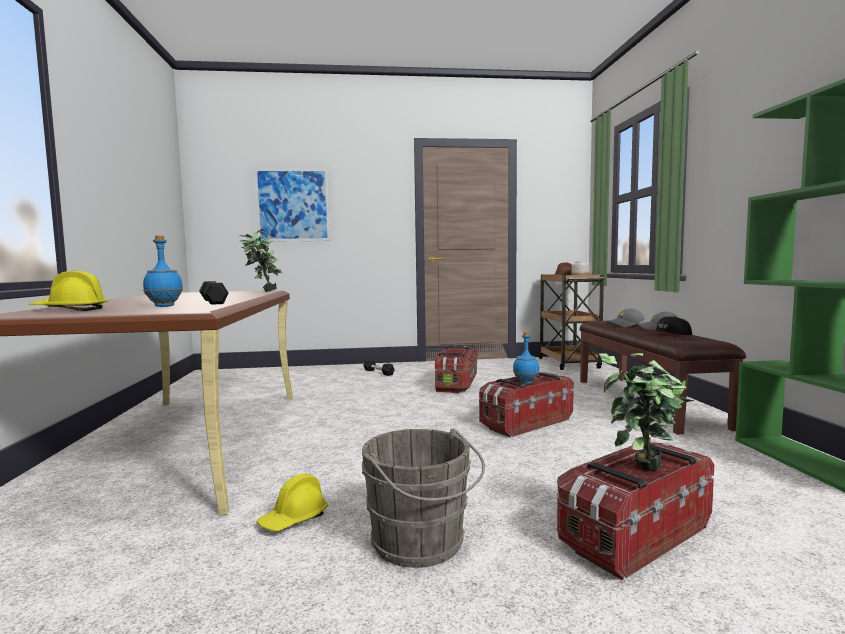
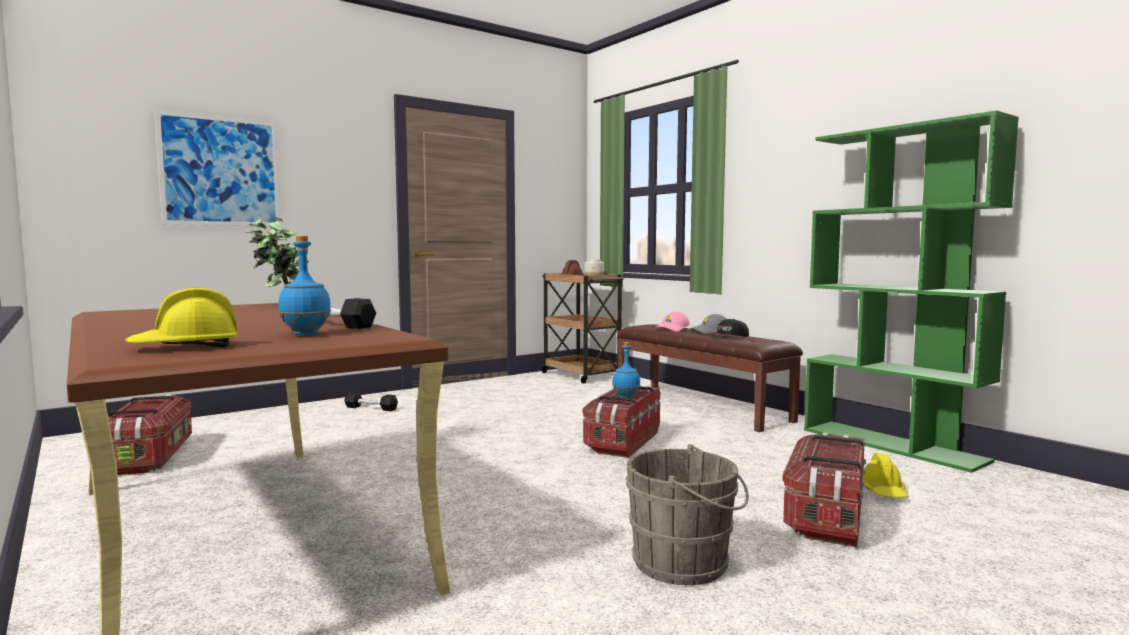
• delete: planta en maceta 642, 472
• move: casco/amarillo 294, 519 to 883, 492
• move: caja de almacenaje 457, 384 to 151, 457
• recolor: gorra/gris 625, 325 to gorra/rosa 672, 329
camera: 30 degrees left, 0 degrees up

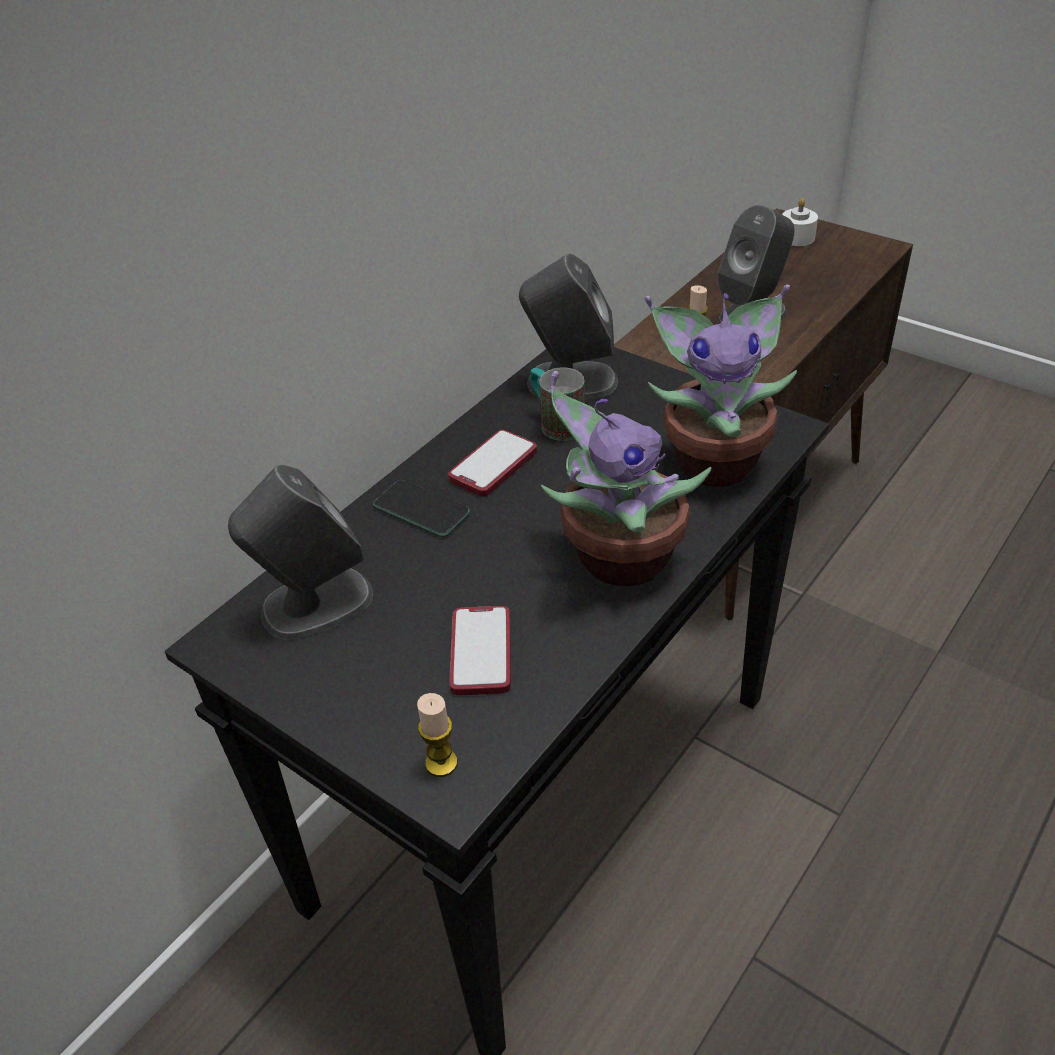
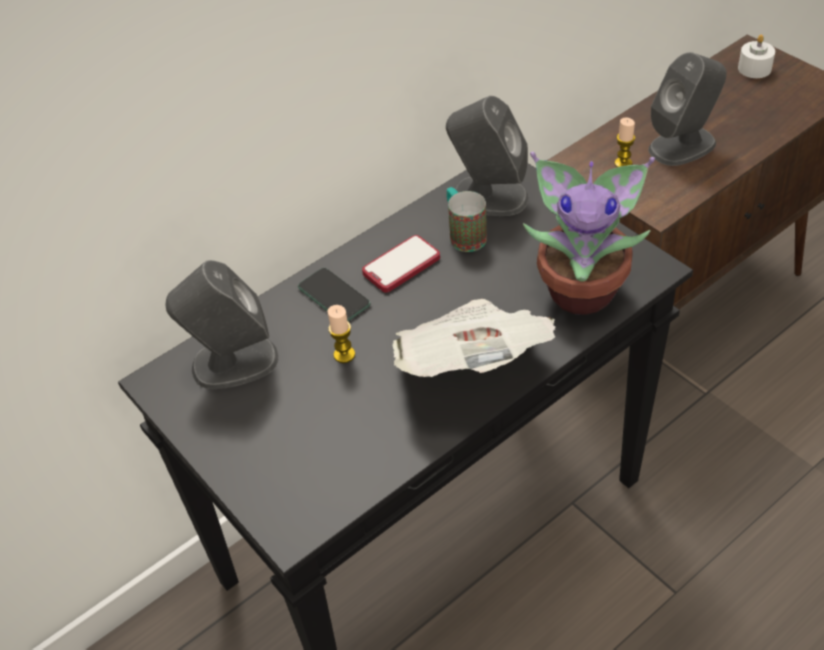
• delete: móvil 481, 652
• move: vela 441, 763 to 344, 355
• replace: planta en maceta 617, 559 to periódico 472, 365
camera: 15 degrees right, 5 degrees up

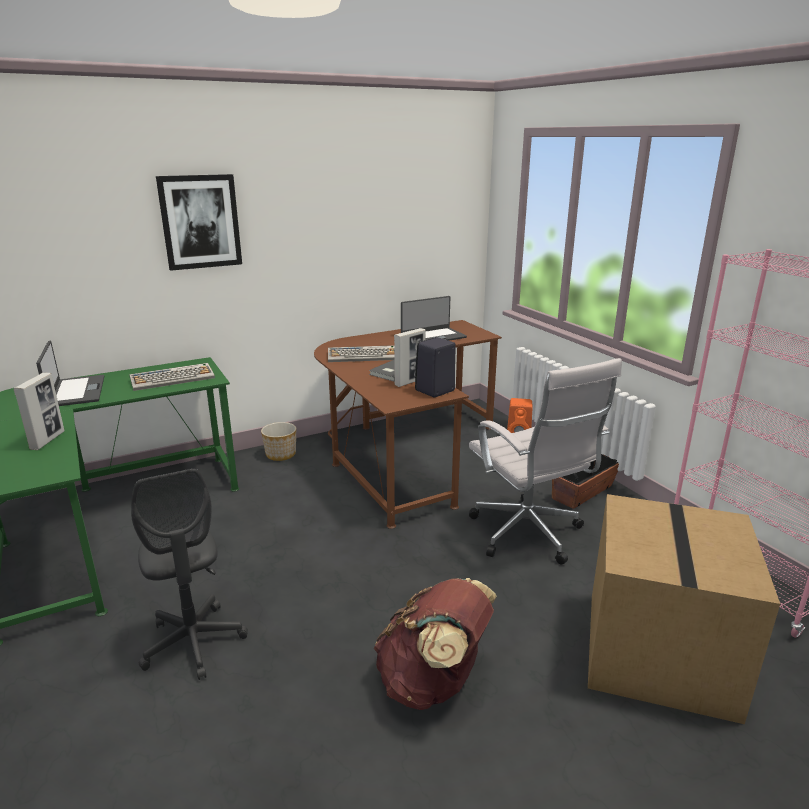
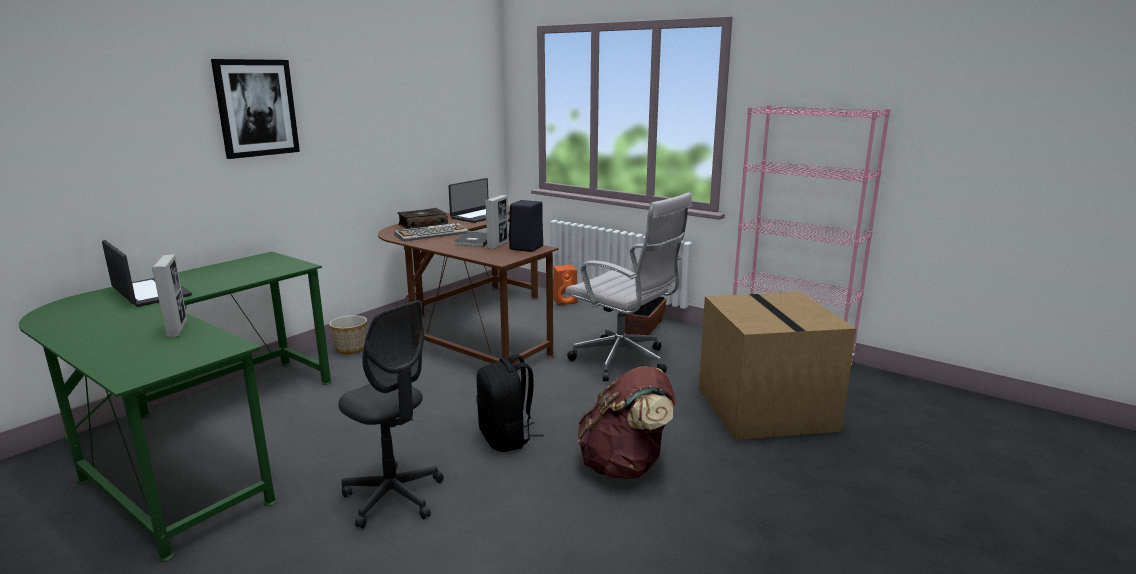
• delete: teclado 173, 378
• insert: libro 422, 224
• insert: mochila/negro 507, 438
camera: 25 degrees left, 5 degrees down

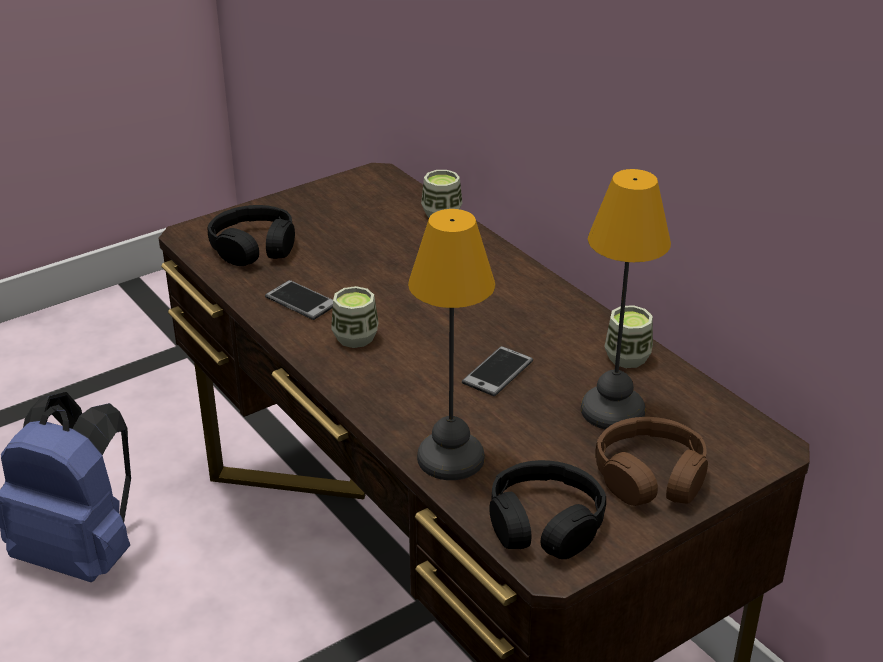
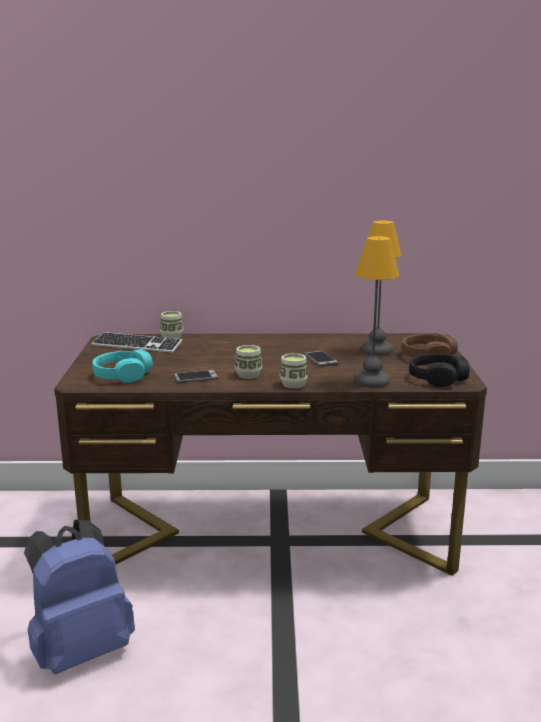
• insert: teclado 137, 345
• move: taza 627, 357 to 293, 384
• recolor: auriculares/negro 254, 247 to auriculares/turquesa 122, 375
camera: 55 degrees left, 15 degrees down

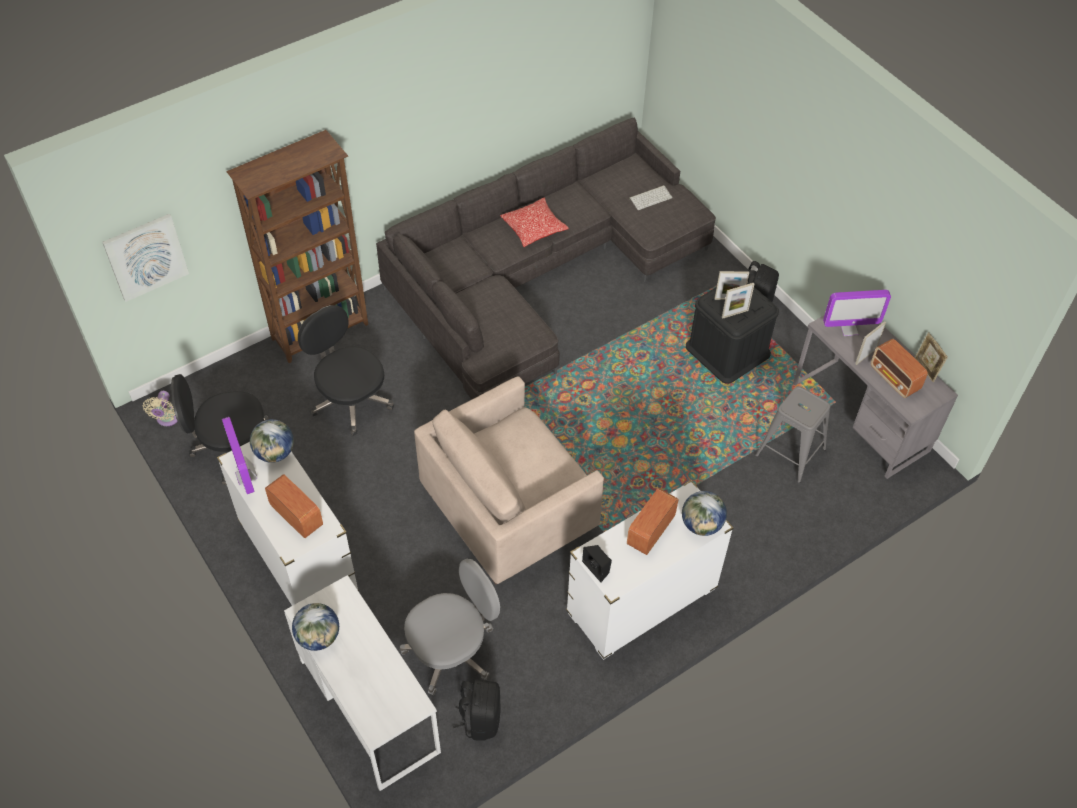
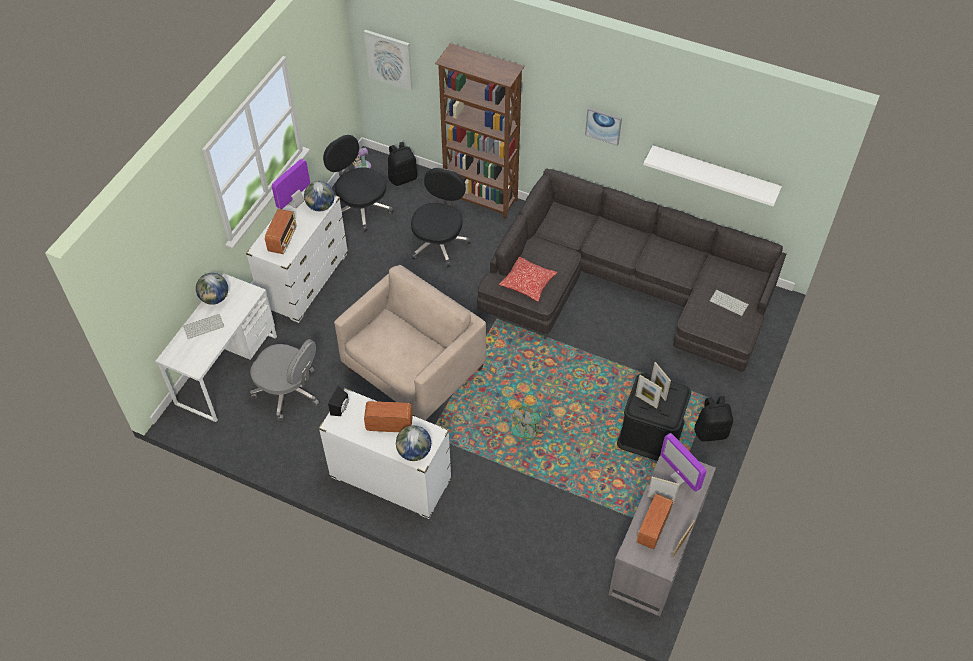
• delete: taburete/gris 790, 452
• insert: teclado 204, 326
• insert: ventilador 529, 428
• insert: cuadro 603, 126
• insert: estante/blanco 714, 174
• move: mochila/negro 480, 719 to 403, 177
• move: cojín 534, 228 to 527, 283
• rotate: sillón/beis 509, 509 = 413, 368 105 degrees clockwise
camera: 60 degrees right, 0 degrees up

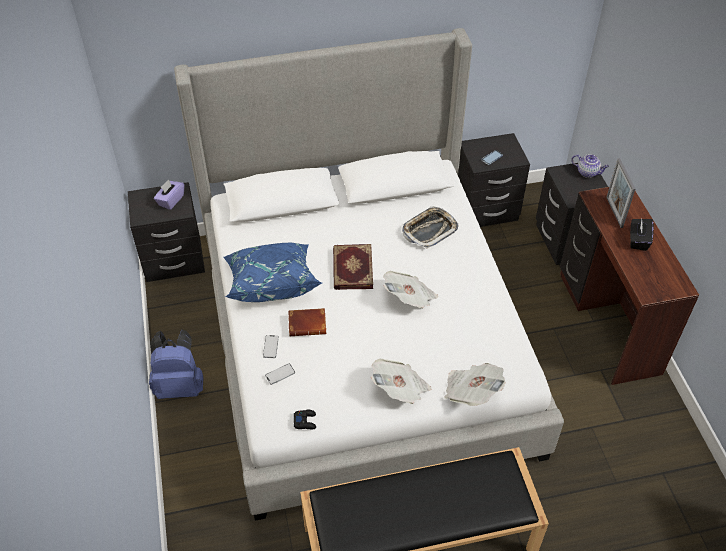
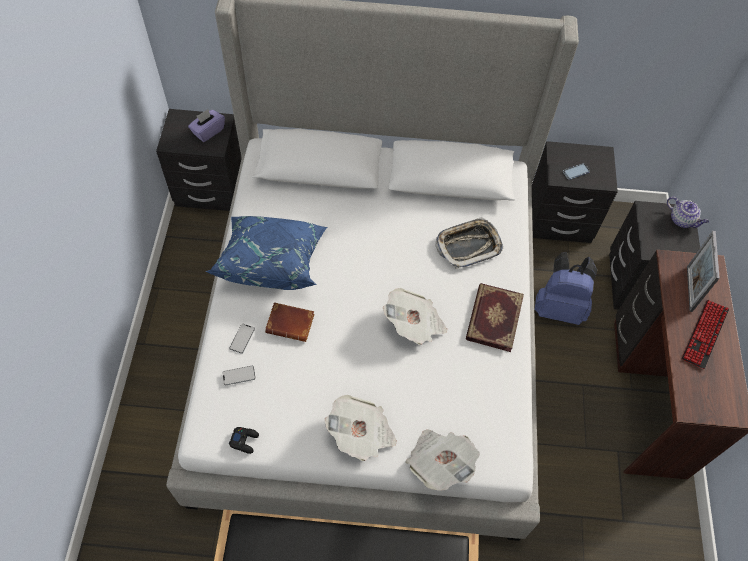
• move: mochila/azul 180, 386 to 559, 307
• move: libro 352, 268 to 493, 318
• replace: caja de pañuelos/negro 638, 240 to teclado 704, 334
camera: 15 degrees right, 10 degrees up

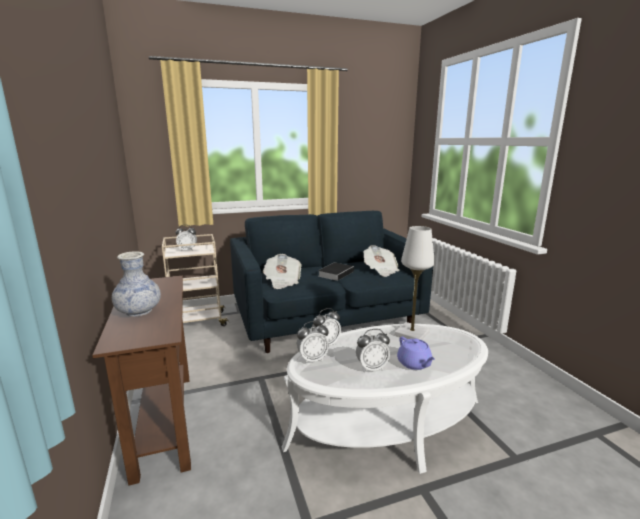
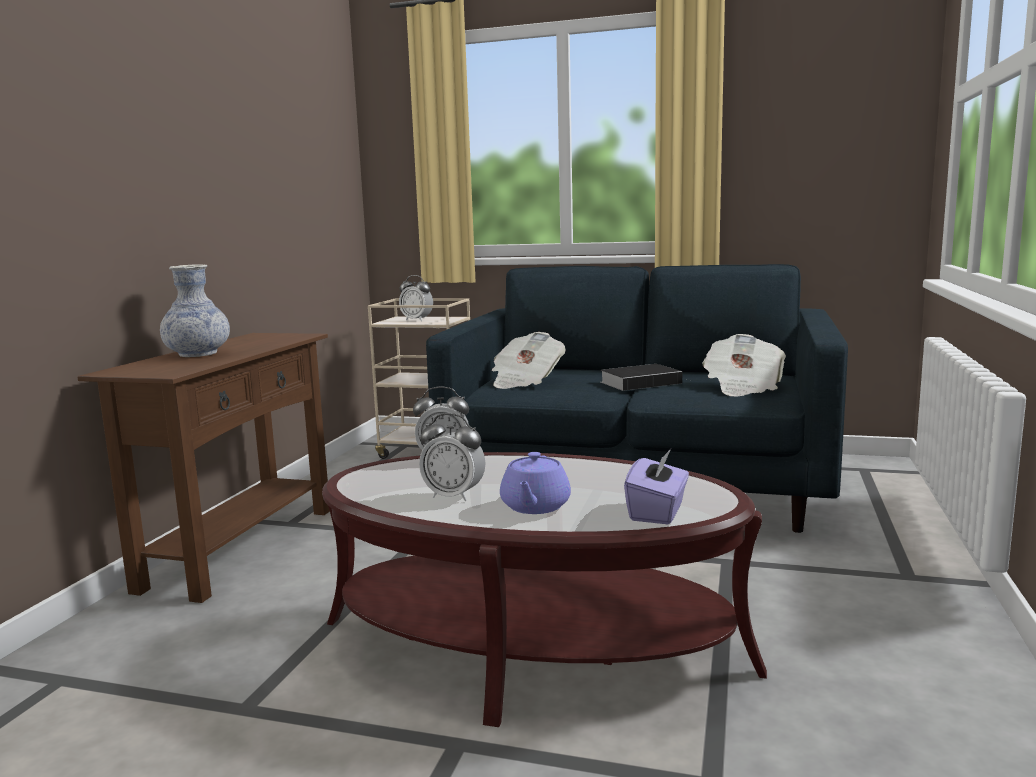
• delete: despertador 312, 359
• delete: lámpara de mesa/blanco 412, 334
• insert: caja de pañuelos/morado 657, 512
• recolor: mesa de centro/blanco 387, 423 to mesa de centro/marrón 531, 645
camera: 35 degrees right, 5 degrees down

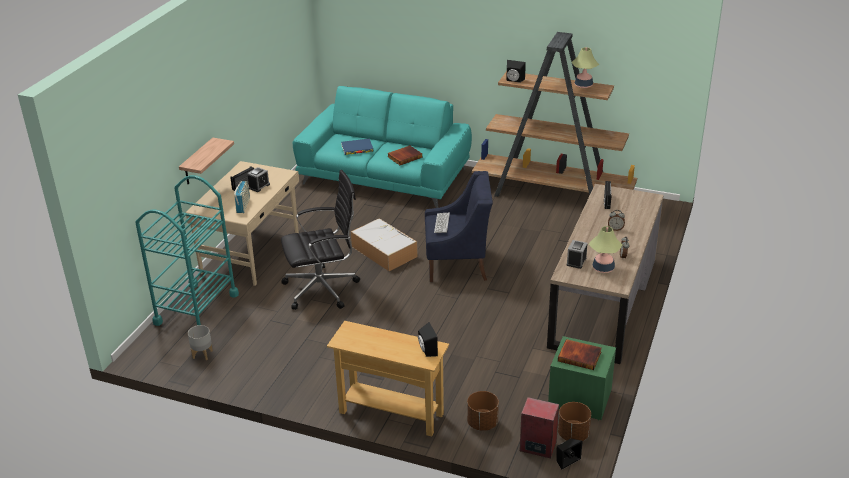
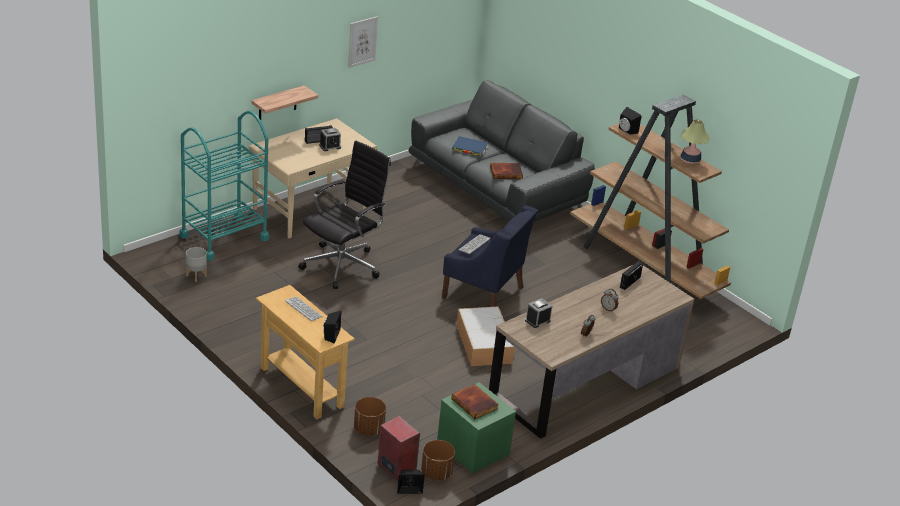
• delete: radio 243, 205
• delete: lámpara de mesa 603, 268
• insert: teclado 303, 309
• insert: cuadro 362, 41
• move: caja de almacenaje 383, 251 to 483, 343
• recolor: sofá/turquesa 384, 176 to sofá/gris 496, 188
• rotate: silla de oficina/negro 323, 289 = 343, 265 60 degrees counterclockwise
camera: 25 degrees right, 0 degrees up

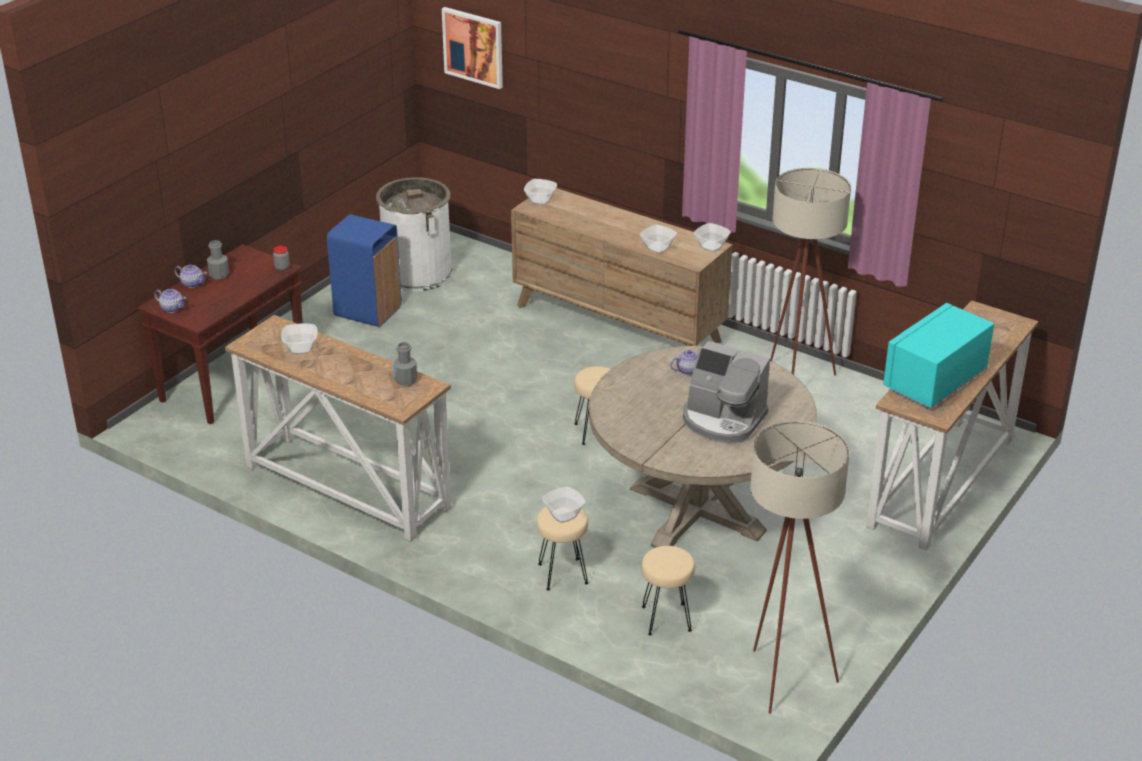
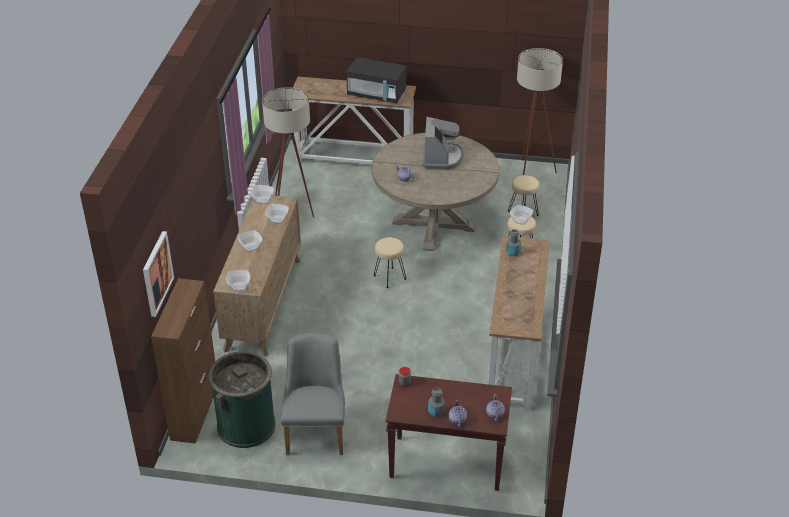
• insert: armario/marrón 195, 411
• move: cuenco 301, 349 to 251, 247
• replace: papelera/azul 368, 312 to silla/gris 316, 430
• recolor: papelera/blanco 417, 273 to papelera/verde 246, 425
• recolor: microondas/turquesa 934, 381 to microondas/negro 376, 94
camera: 115 degrees left, 5 degrees up

